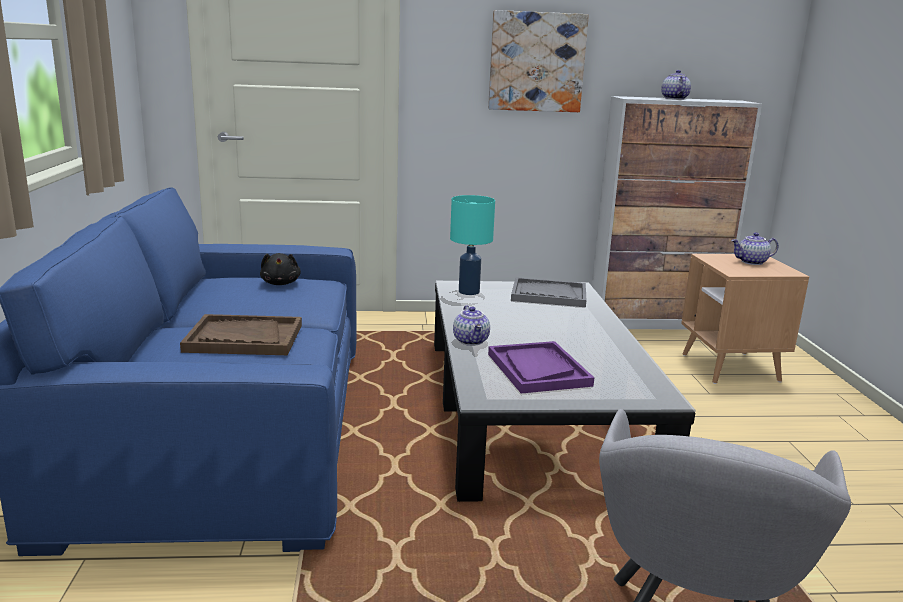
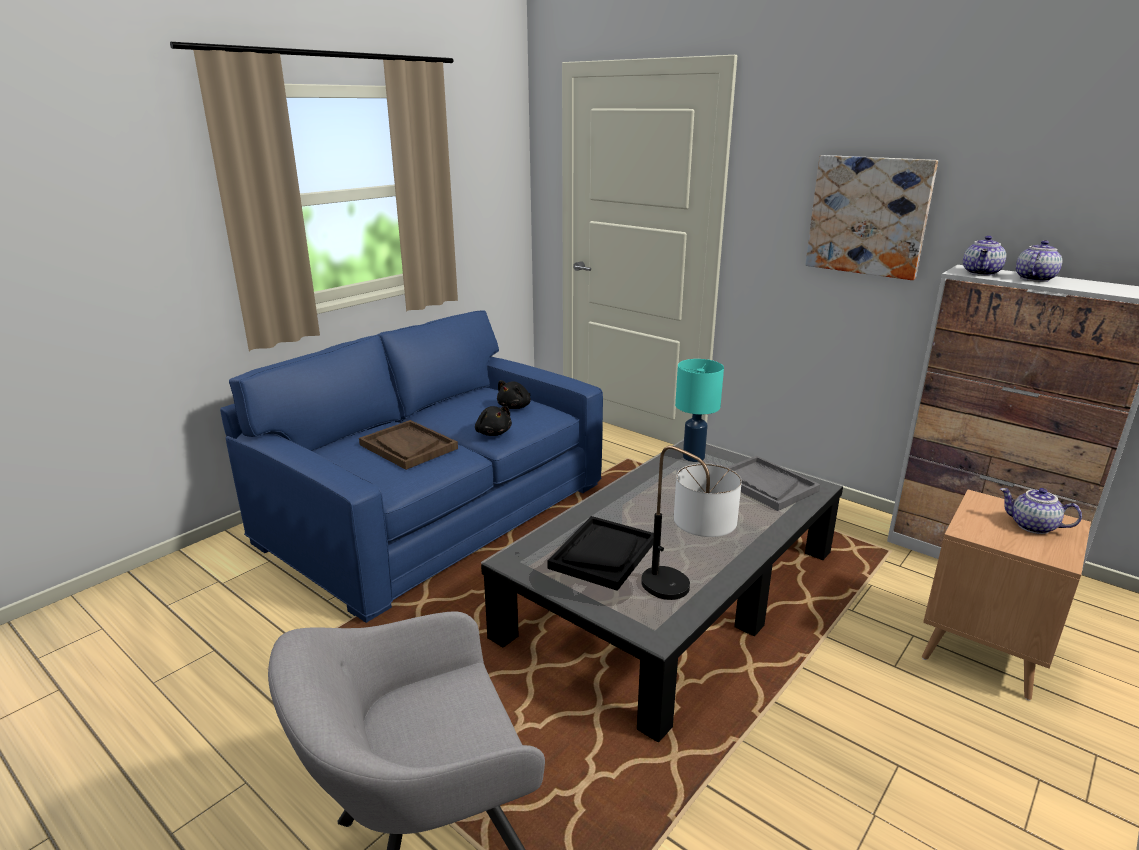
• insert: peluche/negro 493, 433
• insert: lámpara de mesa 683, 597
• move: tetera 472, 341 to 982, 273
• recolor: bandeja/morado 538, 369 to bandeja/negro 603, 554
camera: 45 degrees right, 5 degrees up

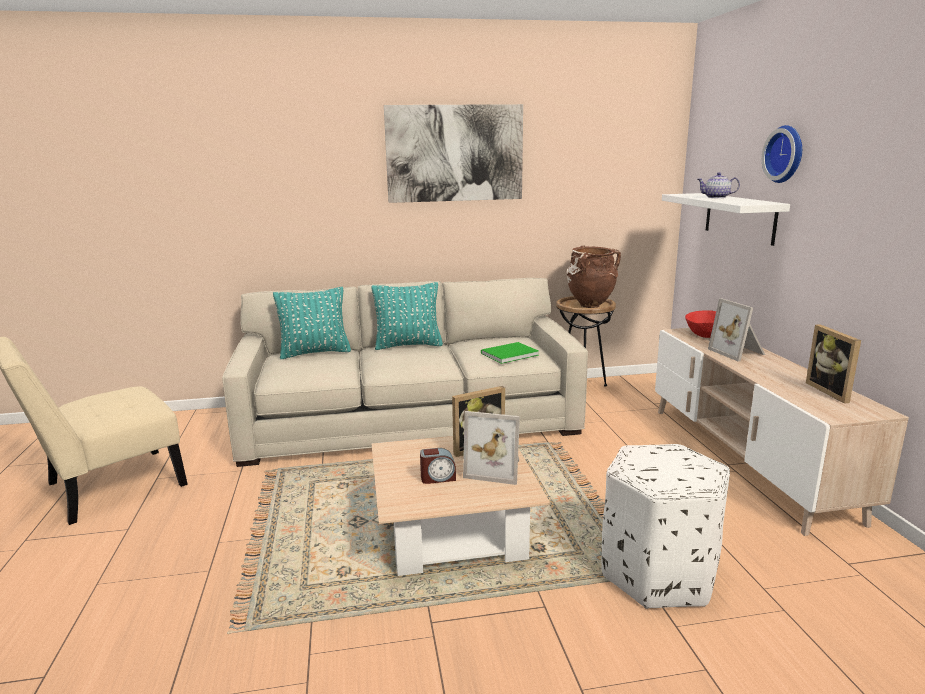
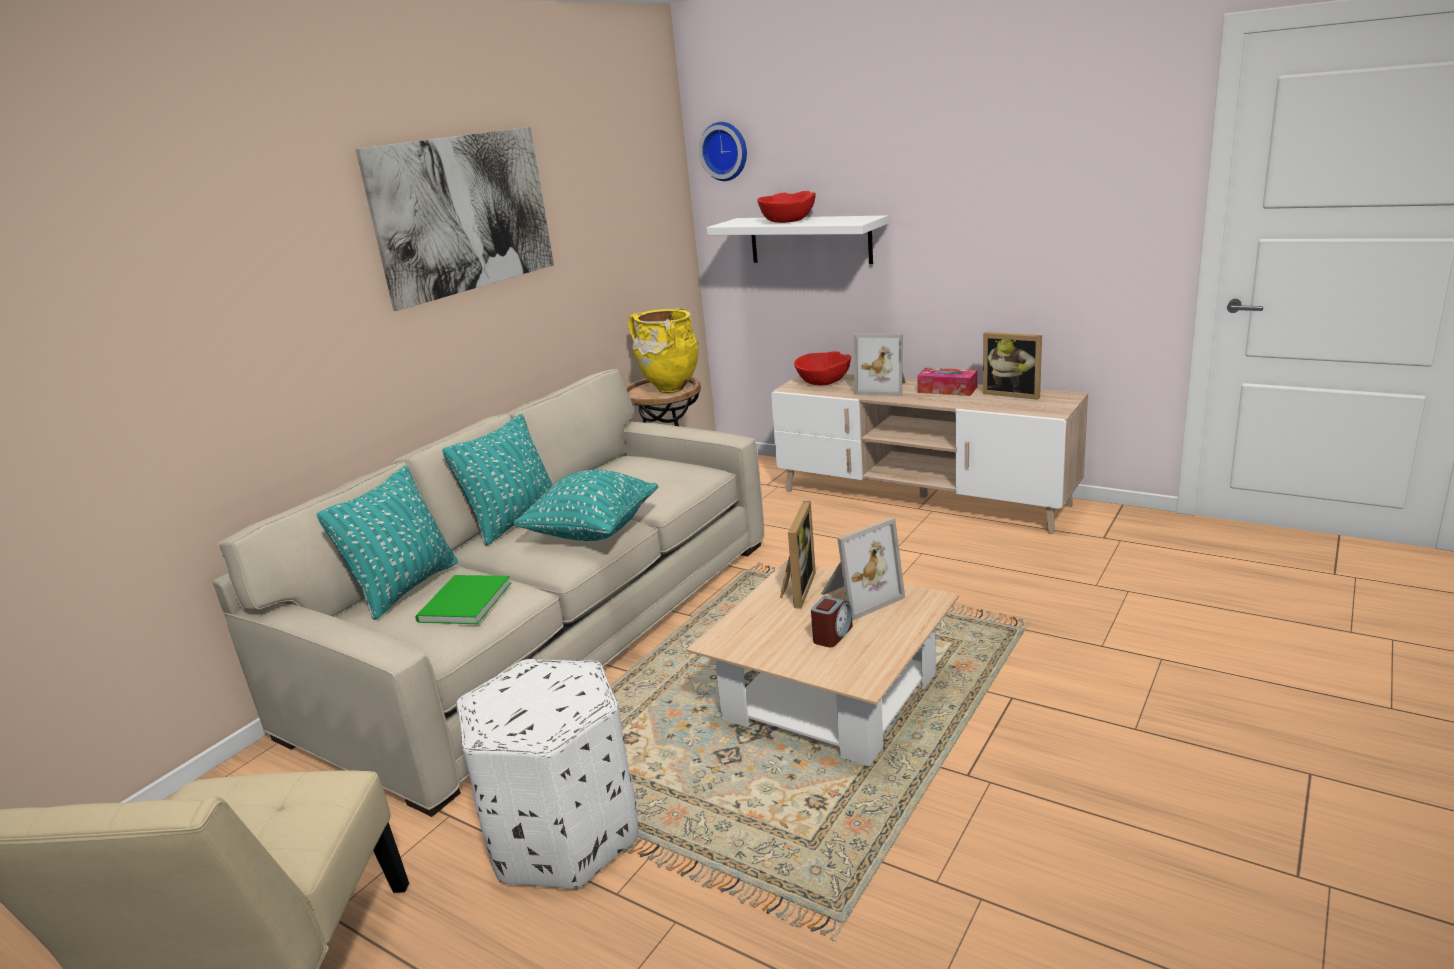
• insert: cojín/turquesa 592, 532
• insert: caja de pañuelos 947, 390
• move: libro/verde 507, 354 to 462, 603
• move: puf/blanco 658, 573 to 562, 834
• move: reloj de pared 786, 154 to 725, 151
• replace: tetera 716, 197 to cuenco/rojo 788, 220
• recolor: florero/marrón 590, 305 to florero/amarillo 670, 389
camera: 45 degrees left, 5 degrees up

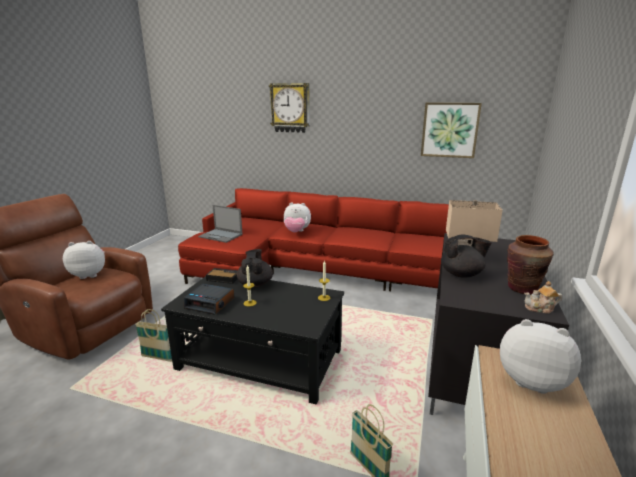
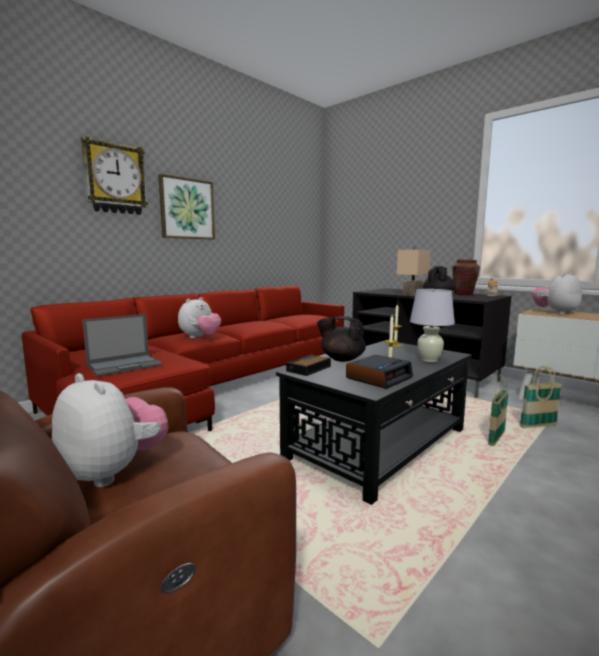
• insert: lámpara de mesa/blanco 429, 360
• move: cesta 157, 358 to 496, 439
• move: cuadro 449, 130 to 187, 209
• rotate: peluche 89, 275 = 113, 472 120 degrees clockwise
camera: 65 degrees left, 10 degrees down

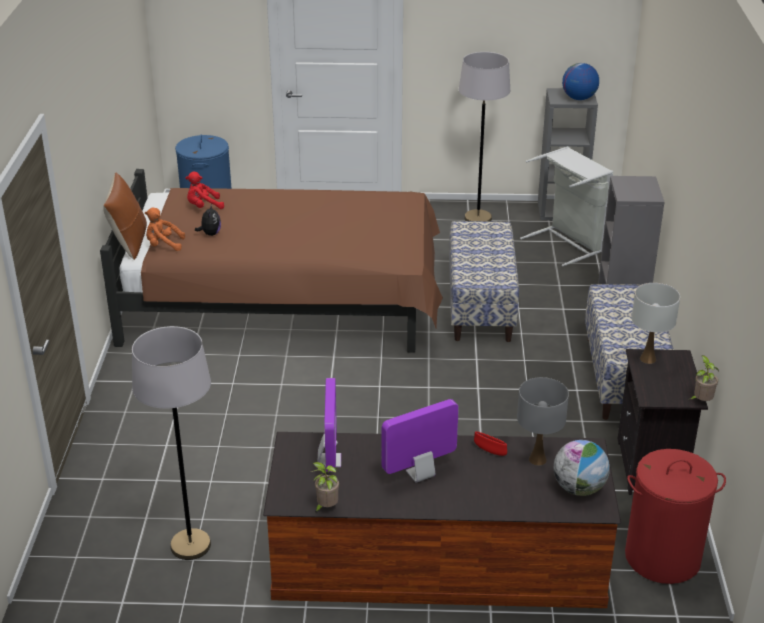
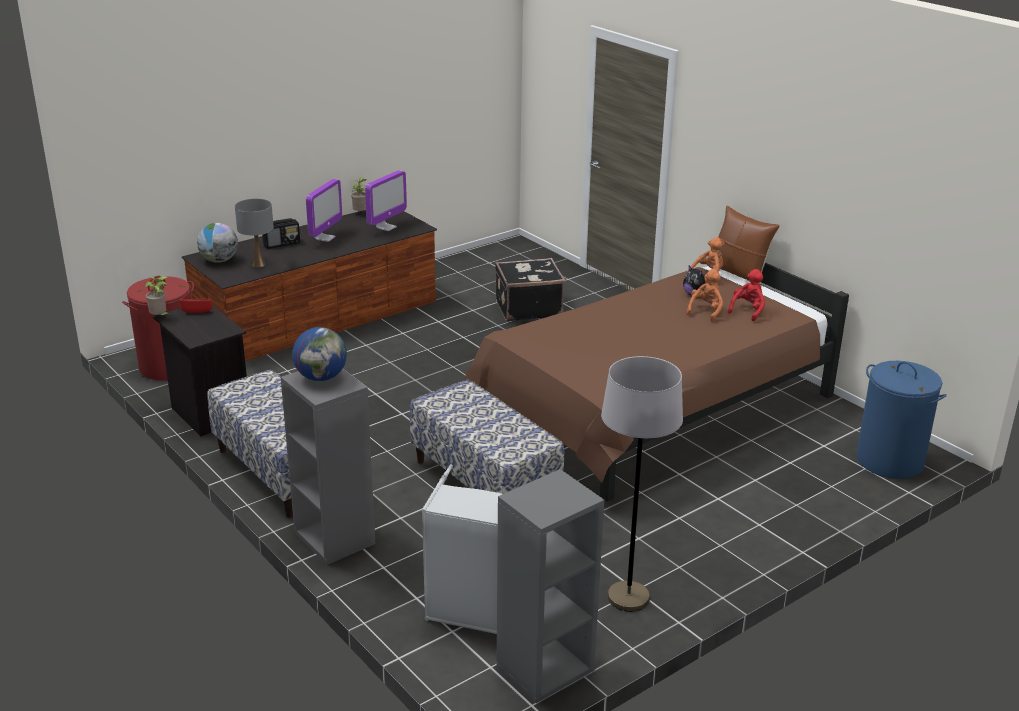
• delete: lámpara de pie/gris 190, 545
• delete: lámpara de mesa/blanco 647, 358
• insert: radio 282, 244
• insert: maleta/negro 528, 308
• insert: peluche/naranja 706, 311
• move: cuenco/rojo 490, 451 to 197, 312
• move: globo terráqueo 578, 98 to 321, 377
• rotate: monitor 329, 460 = 386, 227 105 degrees counterclockwise
camera: 140 degrees right, 5 degrees down

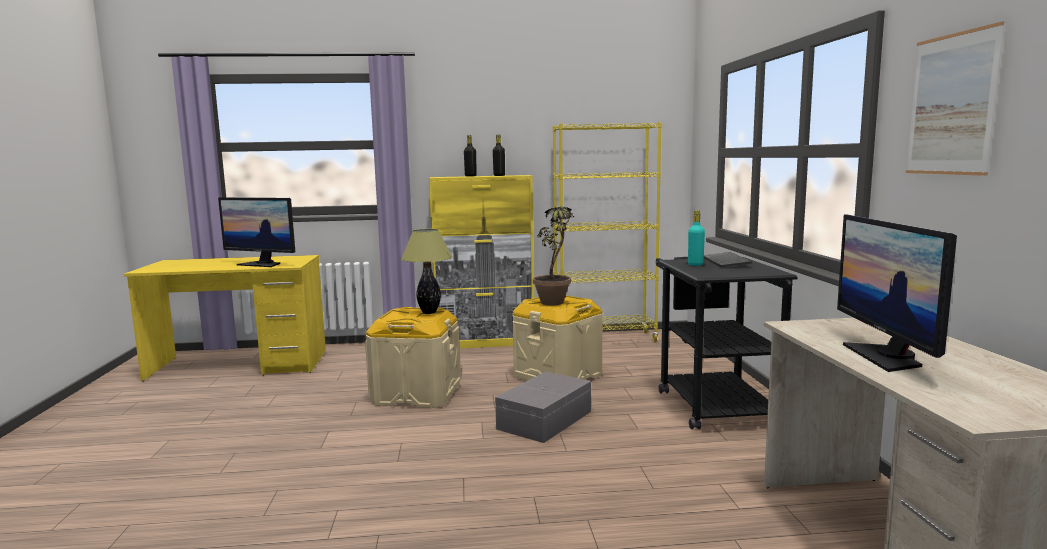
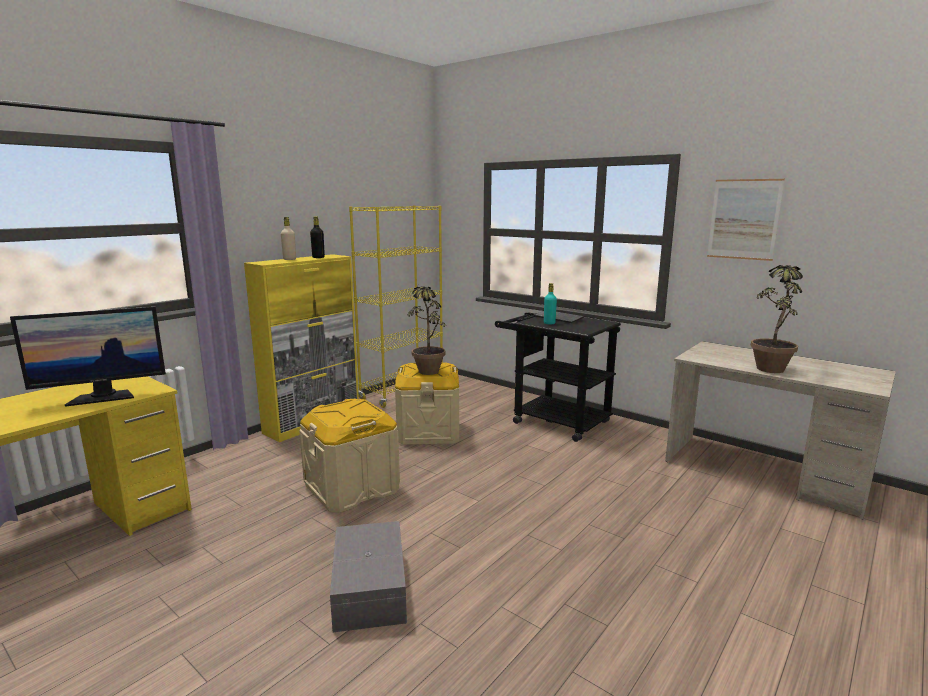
• delete: lámpara de mesa 429, 312
• move: caja de almacenaje/gris 546, 420 to 371, 587
• replace: monitor 886, 357 to planta en maceta 771, 367
• recolor: botella/negro 470, 176 to botella/beis 289, 259
camera: 45 degrees left, 5 degrees up

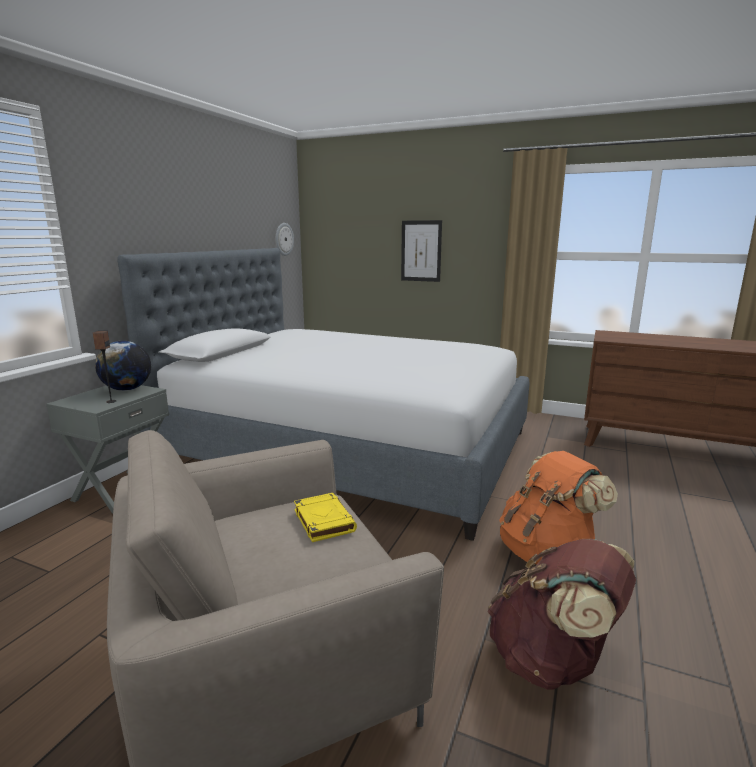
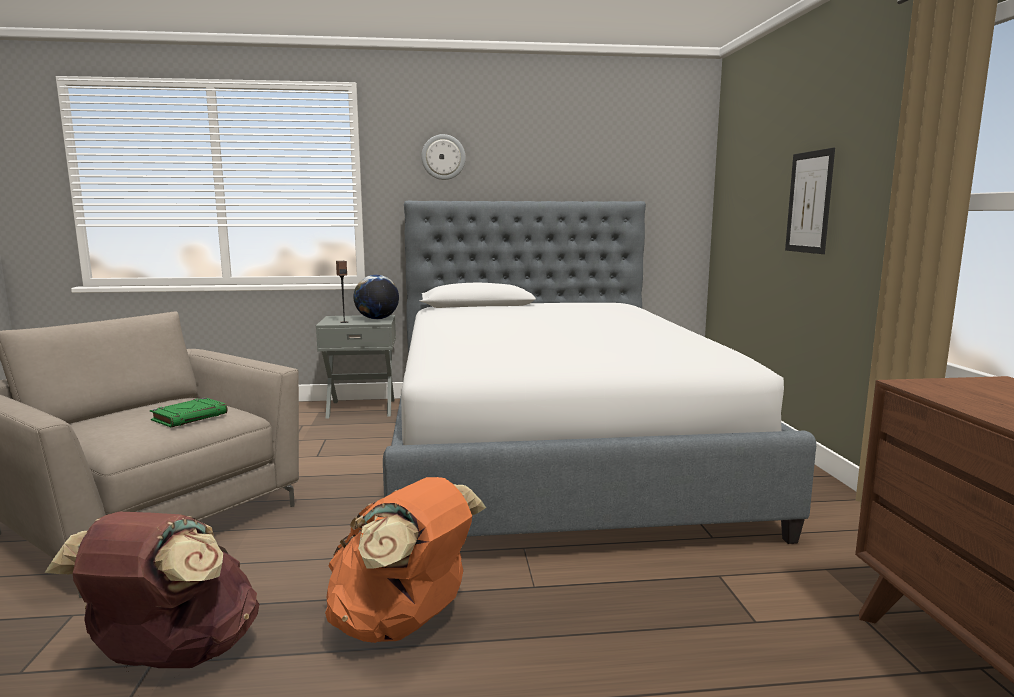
• move: reloj de pared 283, 239 to 443, 157
• recolor: libro/amarillo 323, 520 to libro/verde 190, 417
camera: 60 degrees right, 5 degrees down

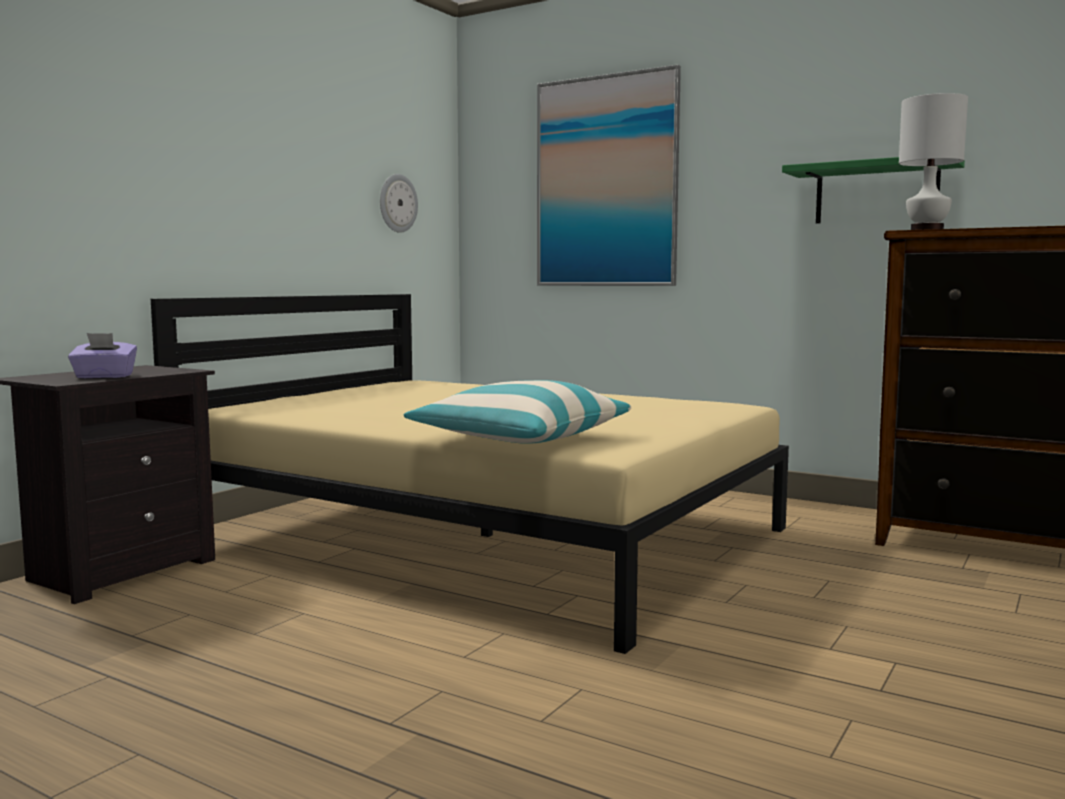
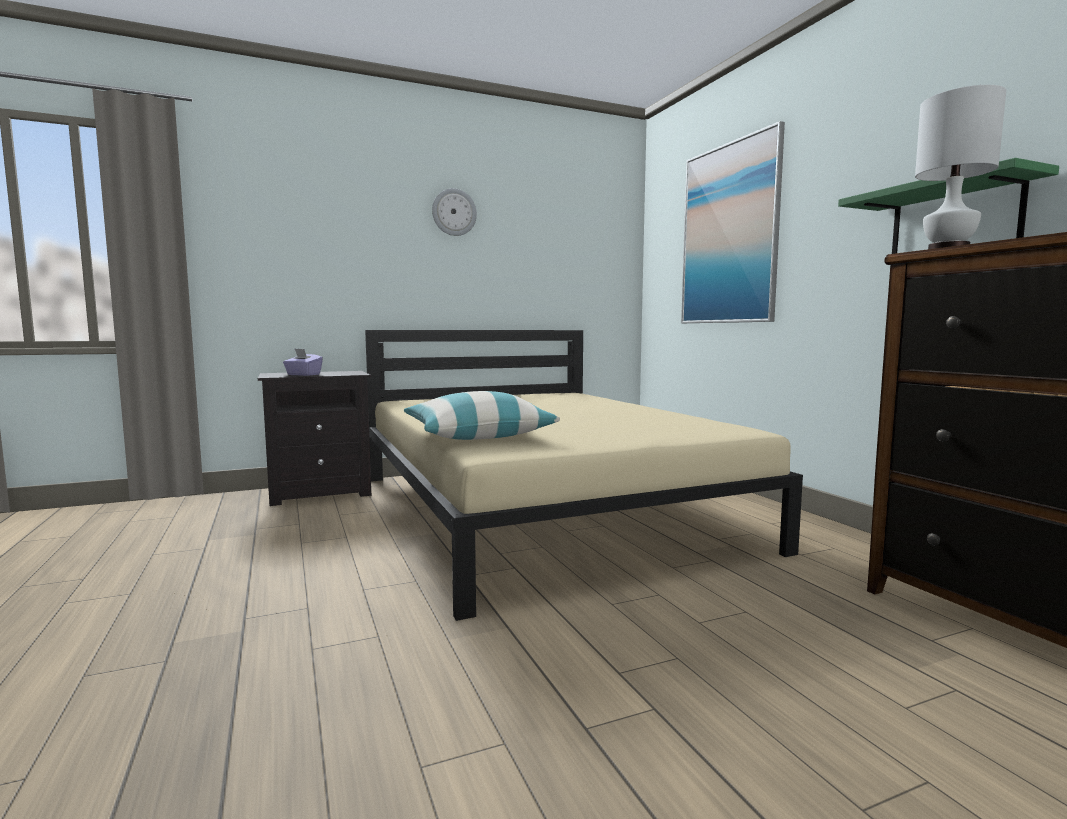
• move: reloj de pared 397, 203 to 454, 212
camera: 35 degrees right, 0 degrees up

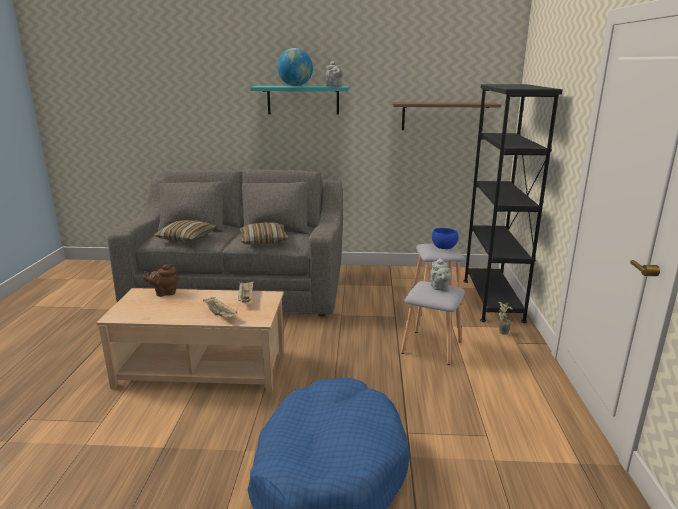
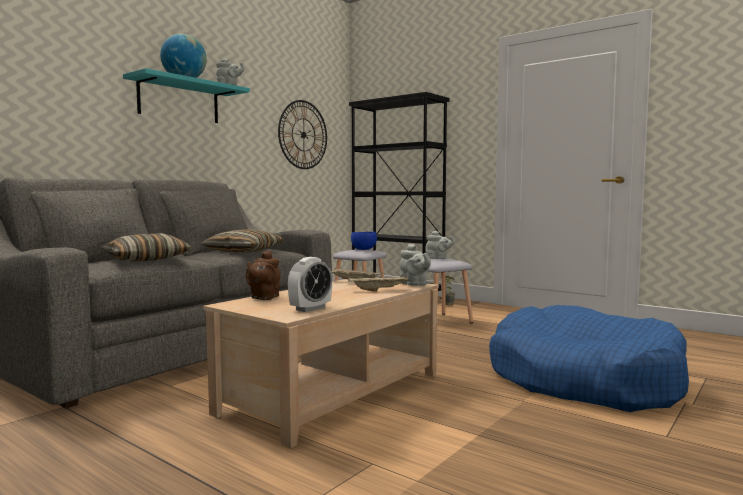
• insert: despertador 310, 309
• insert: tetera/gris 414, 284
• replace: estante 442, 116 to reloj de pared 303, 135
camera: 55 degrees left, 15 degrees down

